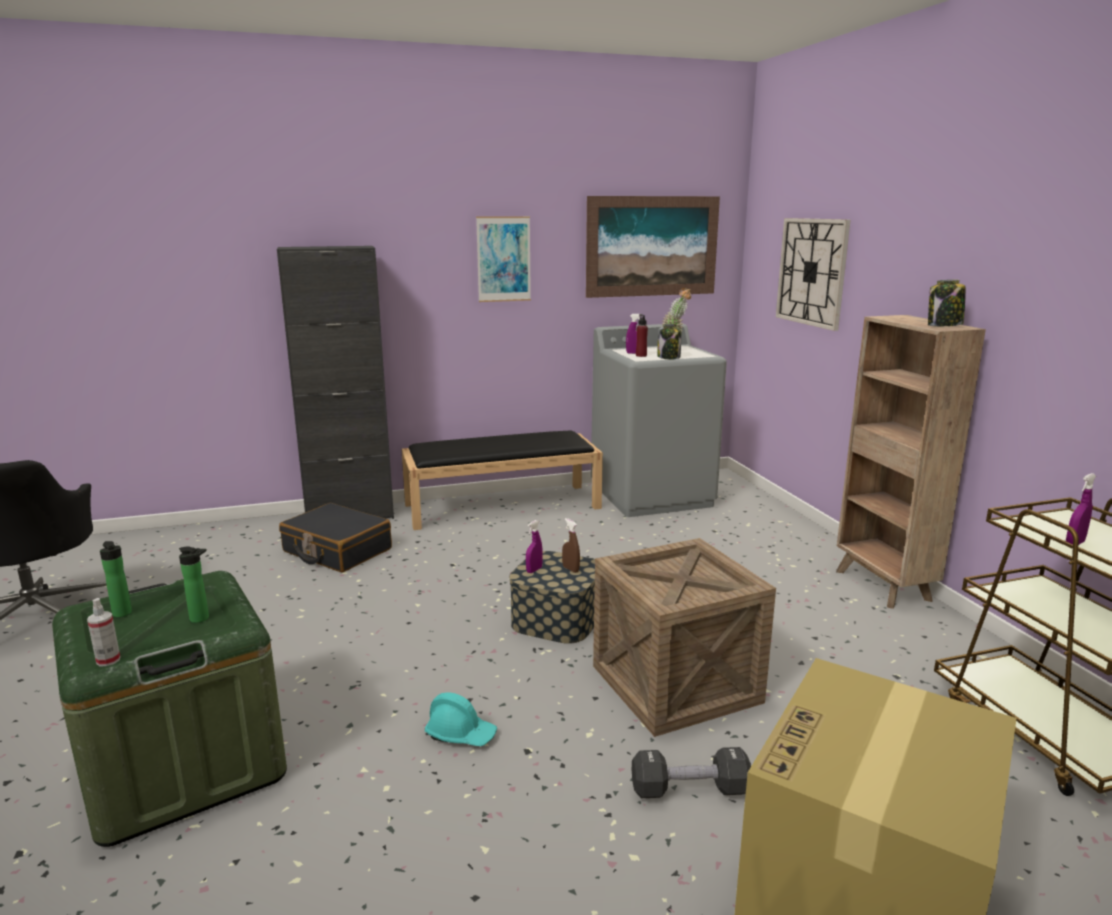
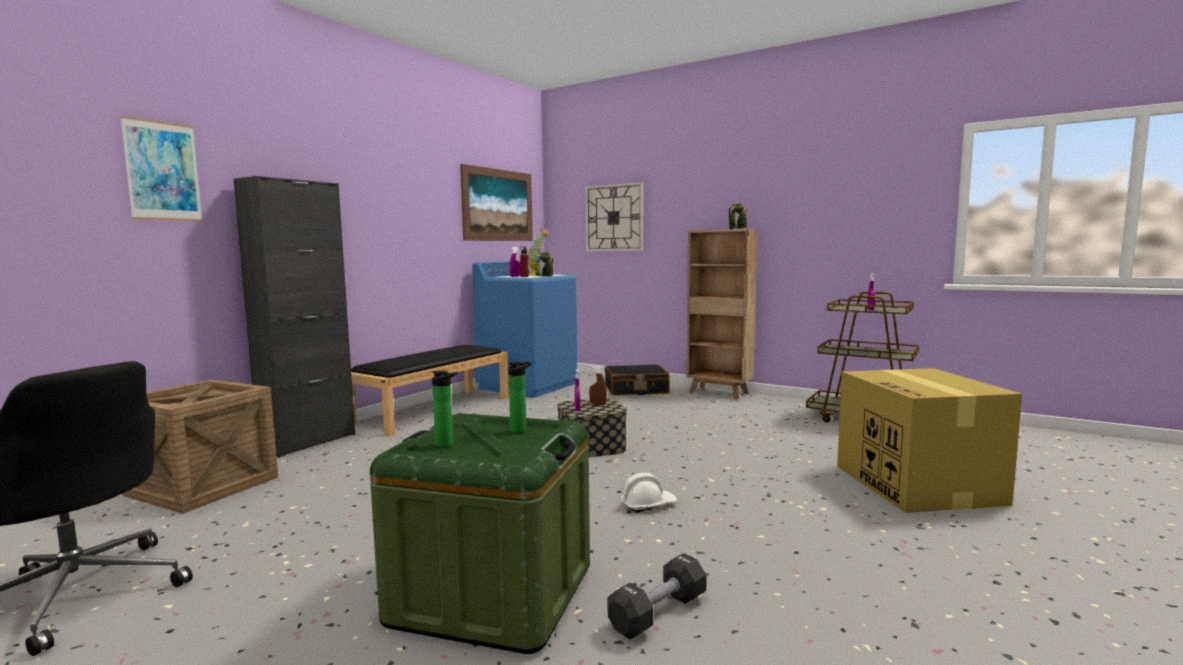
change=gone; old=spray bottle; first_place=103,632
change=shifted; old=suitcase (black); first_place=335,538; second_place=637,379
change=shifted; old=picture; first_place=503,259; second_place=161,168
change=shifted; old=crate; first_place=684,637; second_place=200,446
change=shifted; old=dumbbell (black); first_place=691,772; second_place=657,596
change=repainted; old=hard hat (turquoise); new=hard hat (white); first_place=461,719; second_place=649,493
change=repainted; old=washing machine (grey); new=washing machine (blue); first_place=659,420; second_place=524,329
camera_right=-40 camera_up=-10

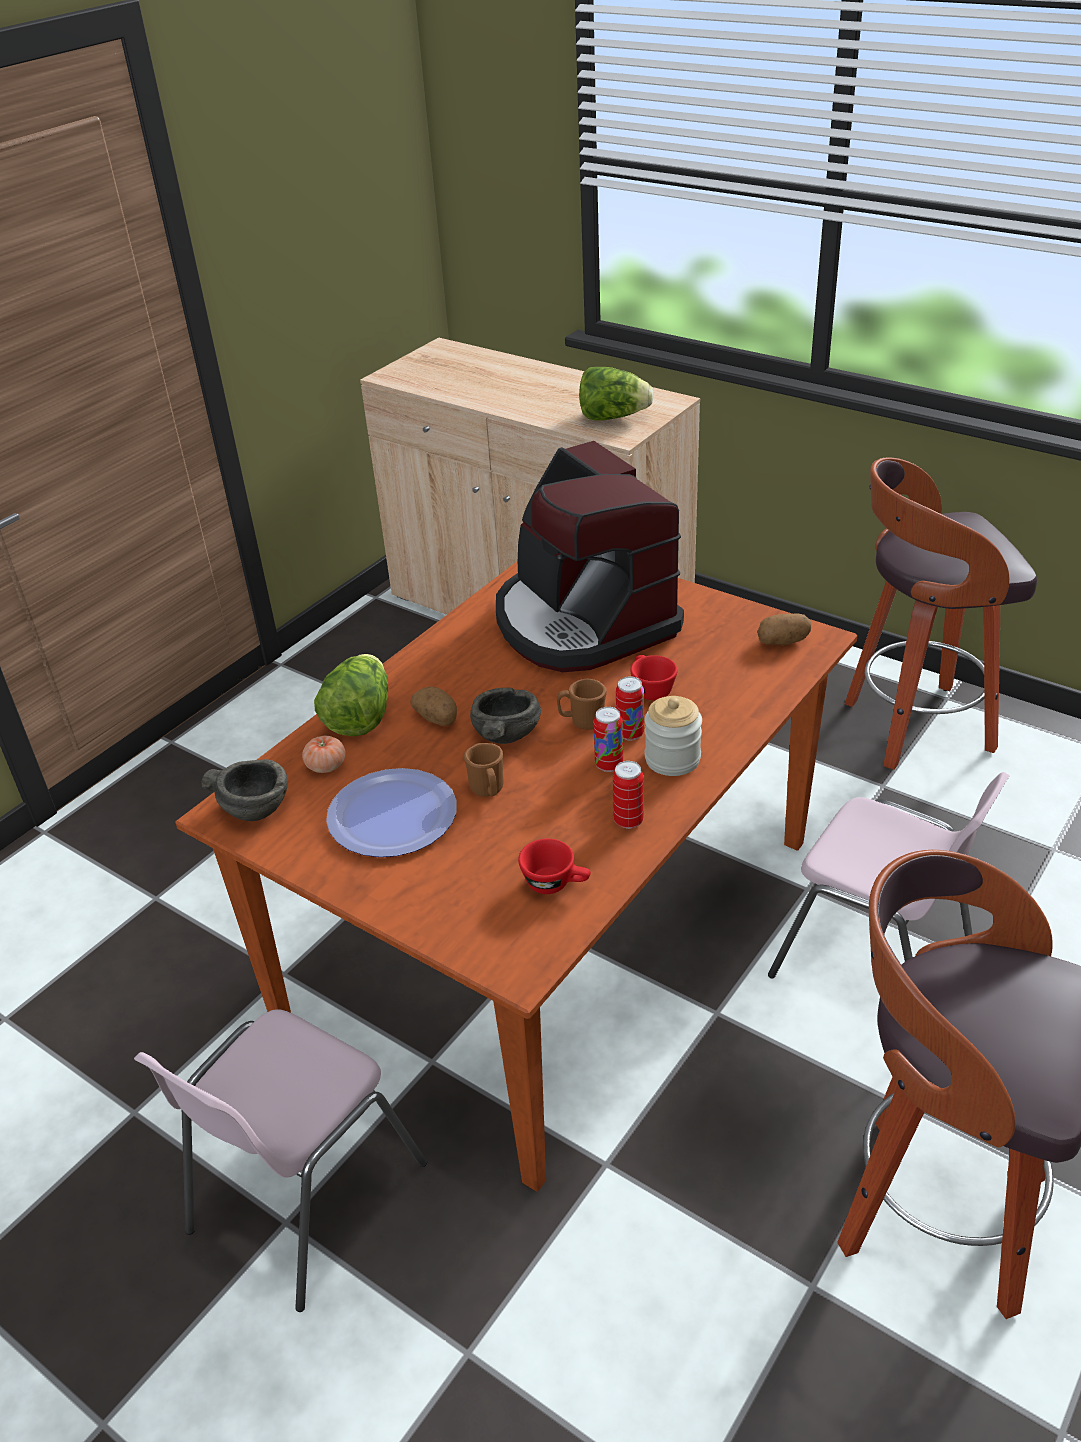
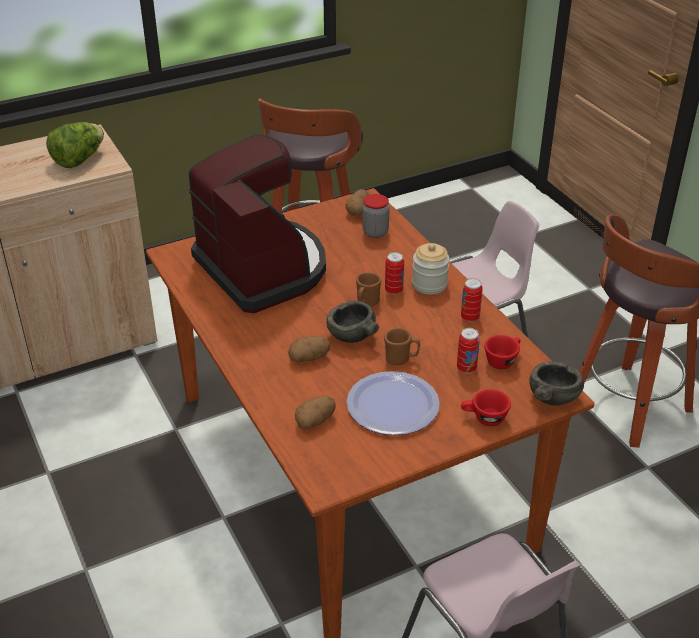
change=gone; old=lettuce; first_place=351,695
change=new; new=jar; second_place=376,216
change=shifted; old=bowl (grey); first_place=245,790; second_place=556,383
change=shifted; old=can; first_place=608,739; second_place=468,351
change=shifted; old=cup (red); first_place=654,677; second_place=486,407
change=swapped; old=tomato; new=potato; first_place=324,754; second_place=315,412
change=rotated; old=coffee machine; first_place=590,556; second_place=257,223; degrees=-120
camera_right=-65 camera_up=0

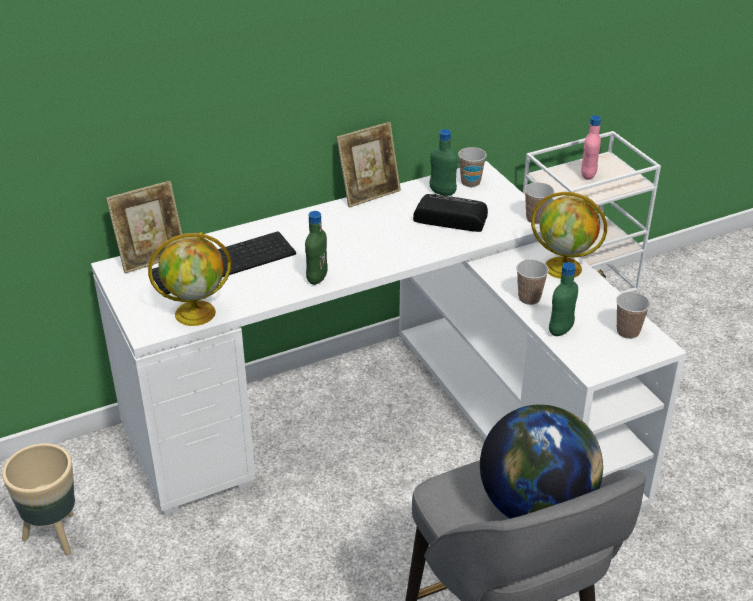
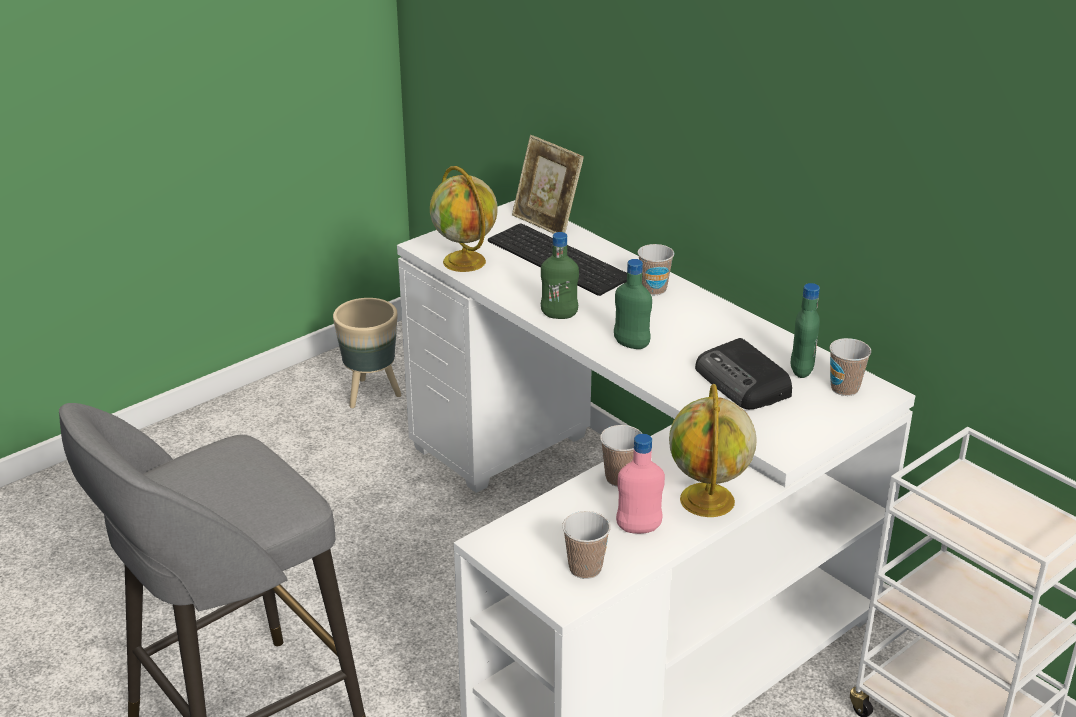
change=gone; old=picture frame; first_place=368,165
change=gone; old=globe; first_place=541,461
change=shifted; old=cup; first_place=539,203; second_place=656,269
change=shifted; old=bottle (green); first_place=563,299; second_place=633,304
change=shifted; old=bottle (pink); first_place=591,147; second_place=640,484
change=rotated; old=radio; first_place=450,213; second_place=743,373; degrees=150
camera_right=75 camera_up=-5

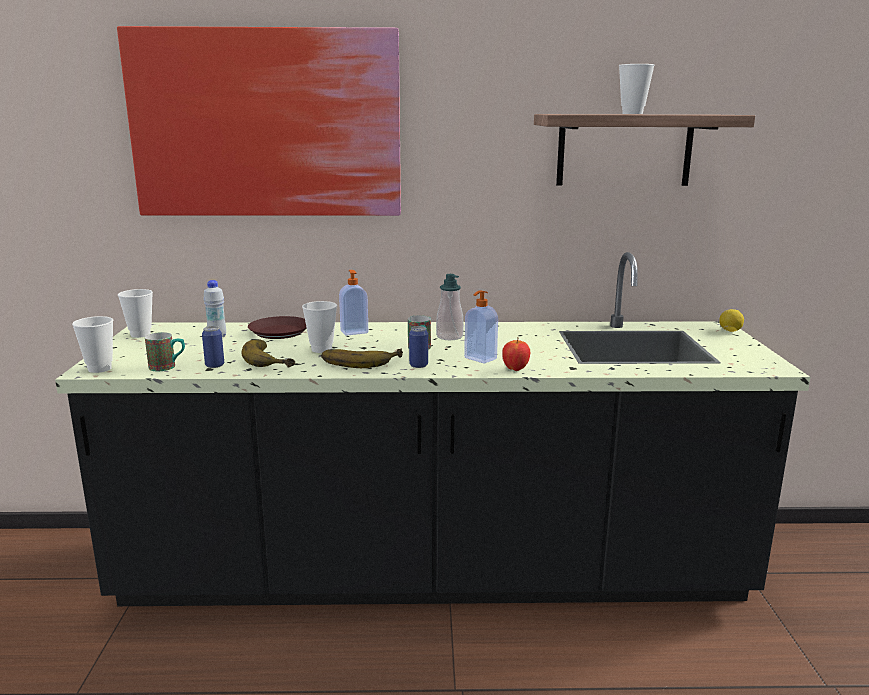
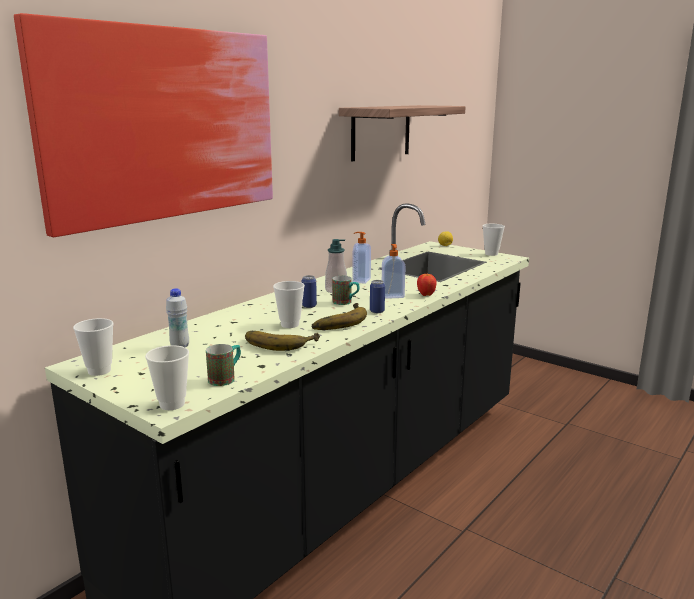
change=gone; old=plate (brown); first_place=277,327
change=shifted; old=can; first_place=213,347; second_place=309,291
change=shifted; old=soap dispenser; first_place=353,303; second_place=361,258
change=shifted; old=cup; first_place=637,89; second_place=493,240
camera_right=-50 camera_up=0

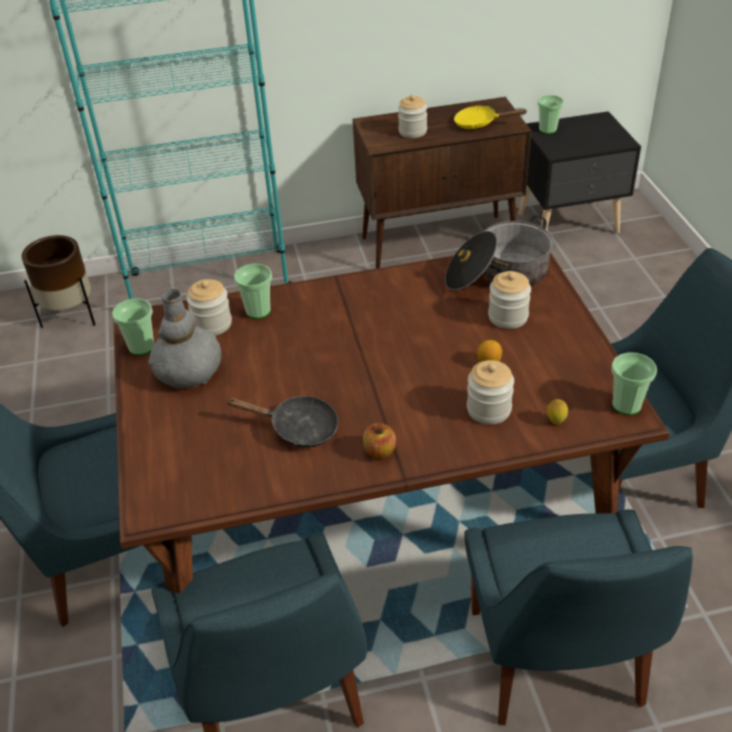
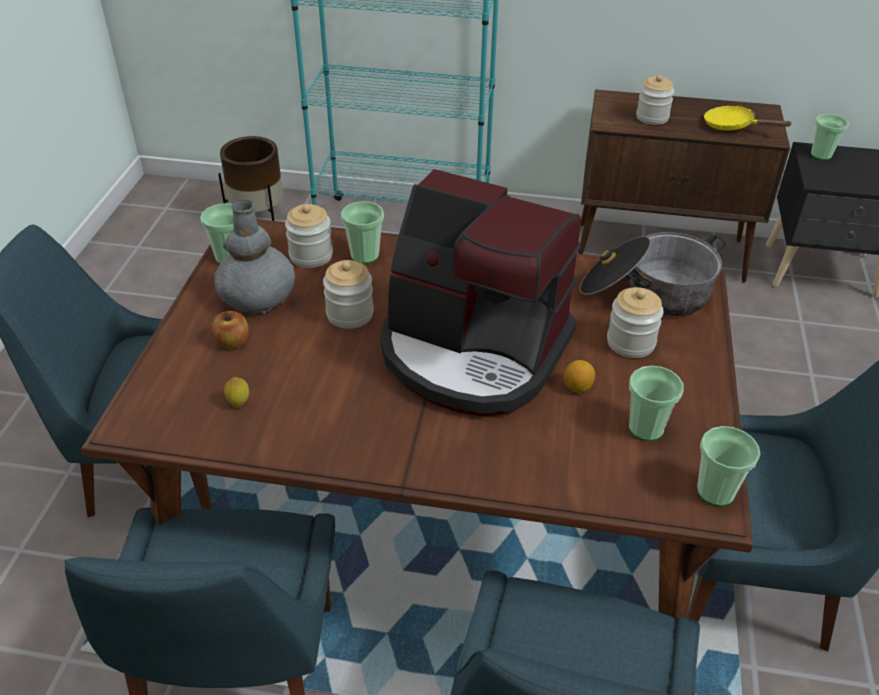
change=gone; old=frying pan (black); first_place=282,422
change=new; new=coffee machine; second_place=481,292
change=new; new=cup; second_place=656,403
change=shifted; old=apple; first_place=379,441; second_place=230,330
change=shifted; old=jar; first_place=490,392; second_place=348,294
change=shifted; old=lemon; first_place=557,412; second_place=236,392
camera_right=20 camera_up=0

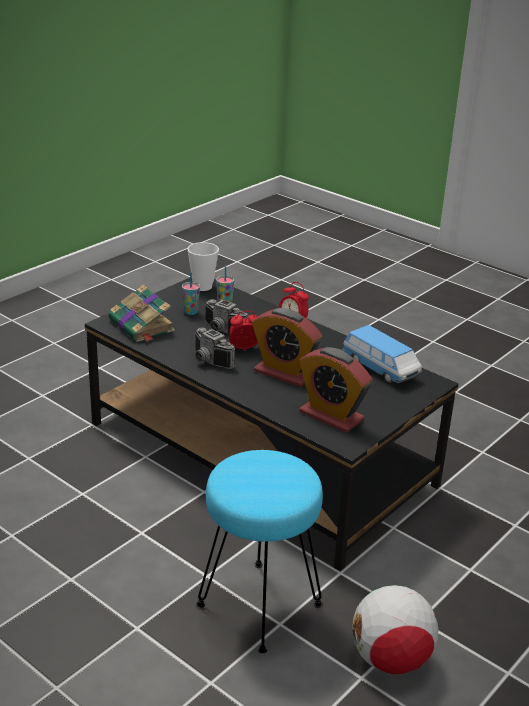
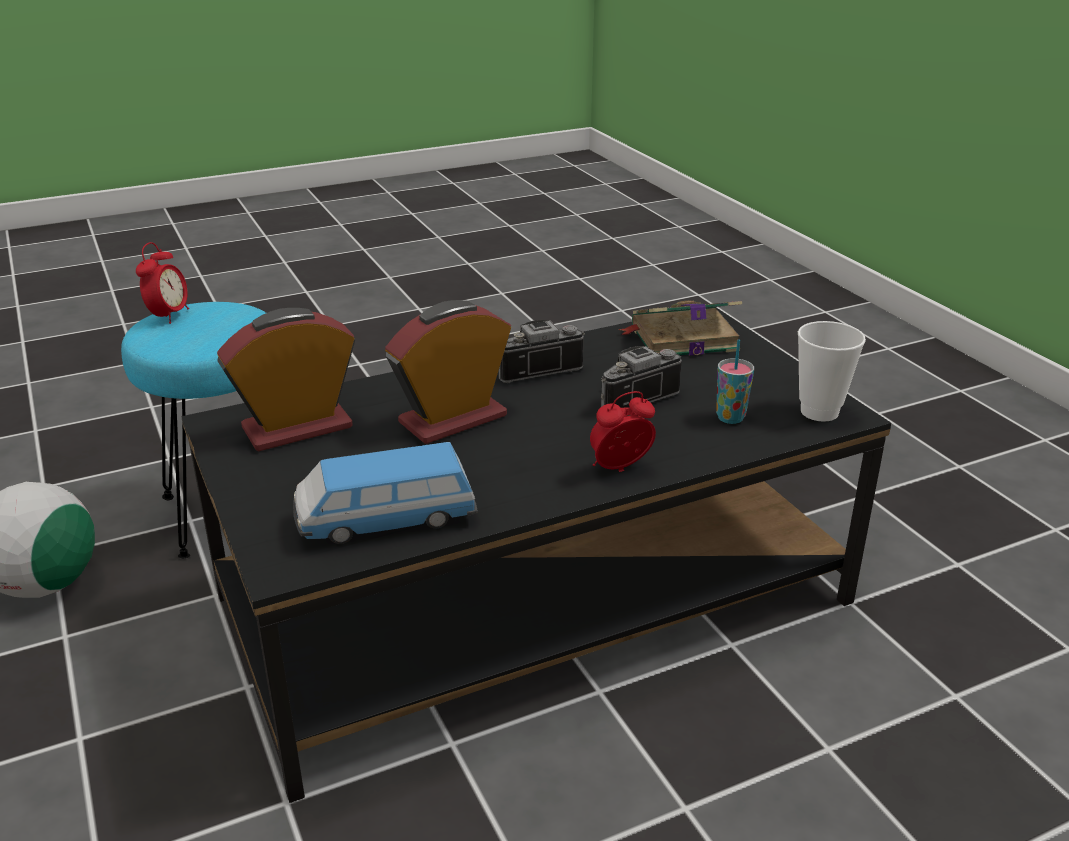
change=gone; old=cup; first_place=191,293
change=shifted; old=alarm clock; first_place=243,331; second_place=162,283
camera_right=115 camera_up=0

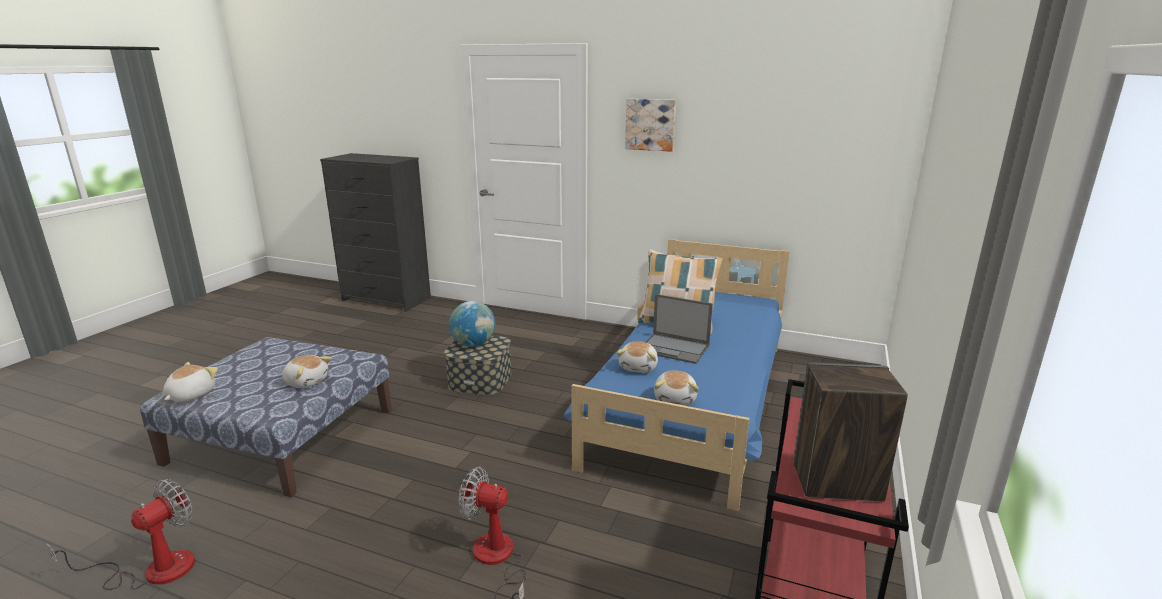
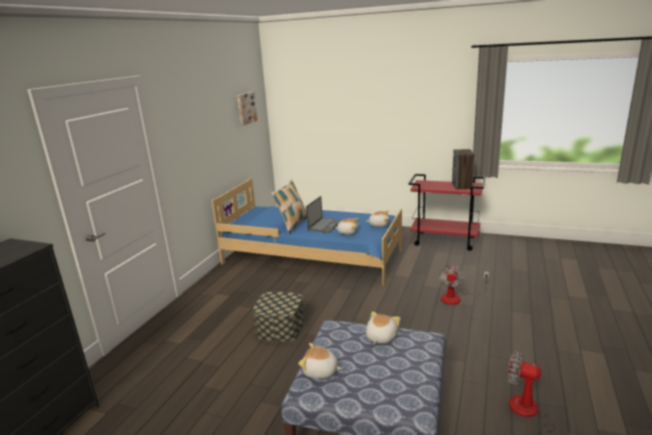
change=gone; old=globe; first_place=472,324
change=shifted; old=plush toy; first_place=190,382; second_place=320,361
change=shifted; old=picture; first_place=650,125; second_place=247,108
camera_right=-90 camera_up=0

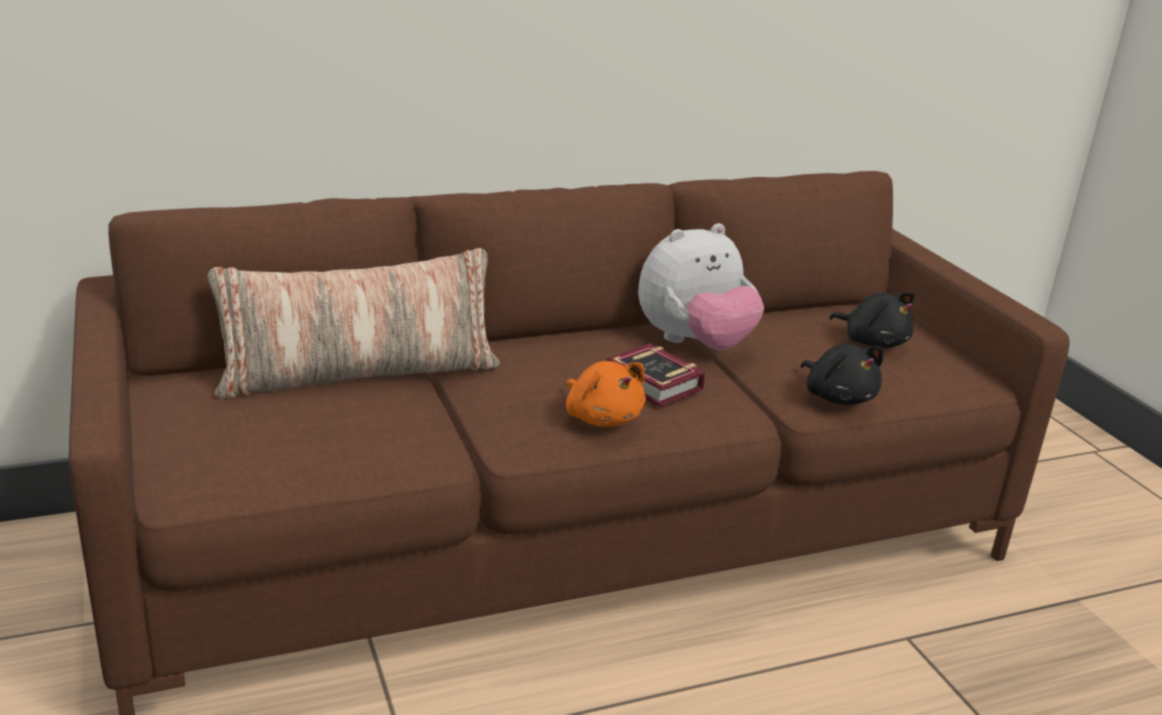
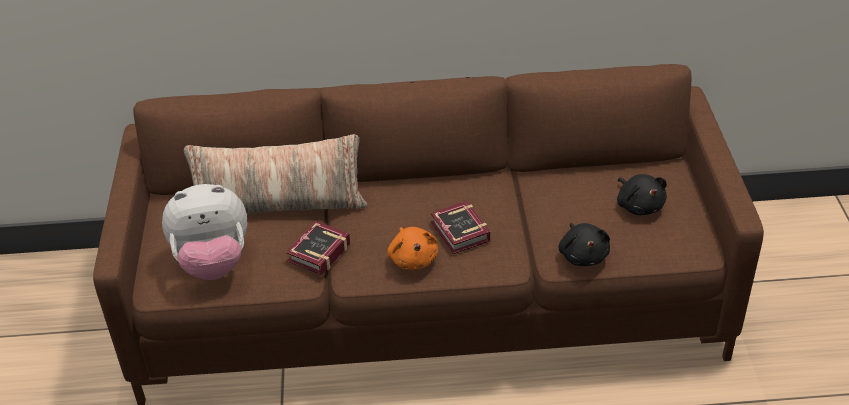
change=new; new=book; second_place=318,248
change=shifted; old=plush toy; first_place=701,286; second_place=204,232
camera_right=20 camera_up=15

